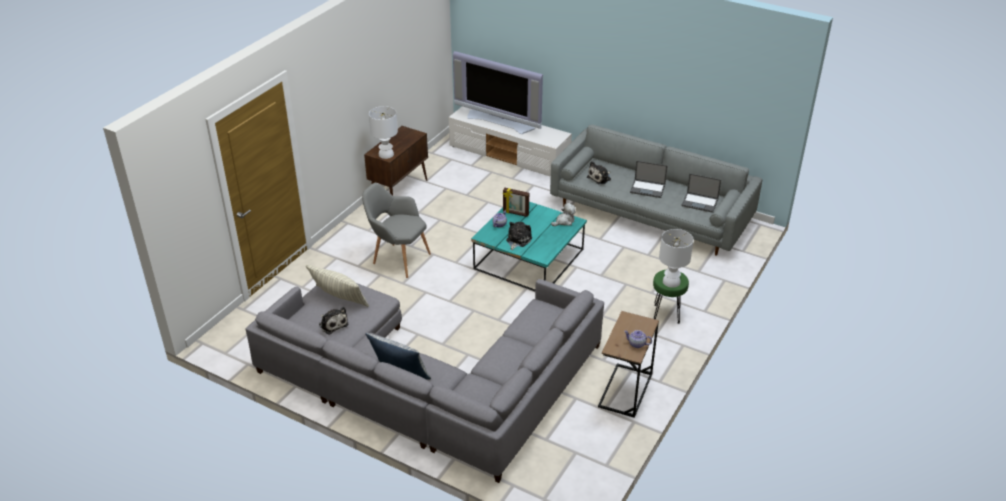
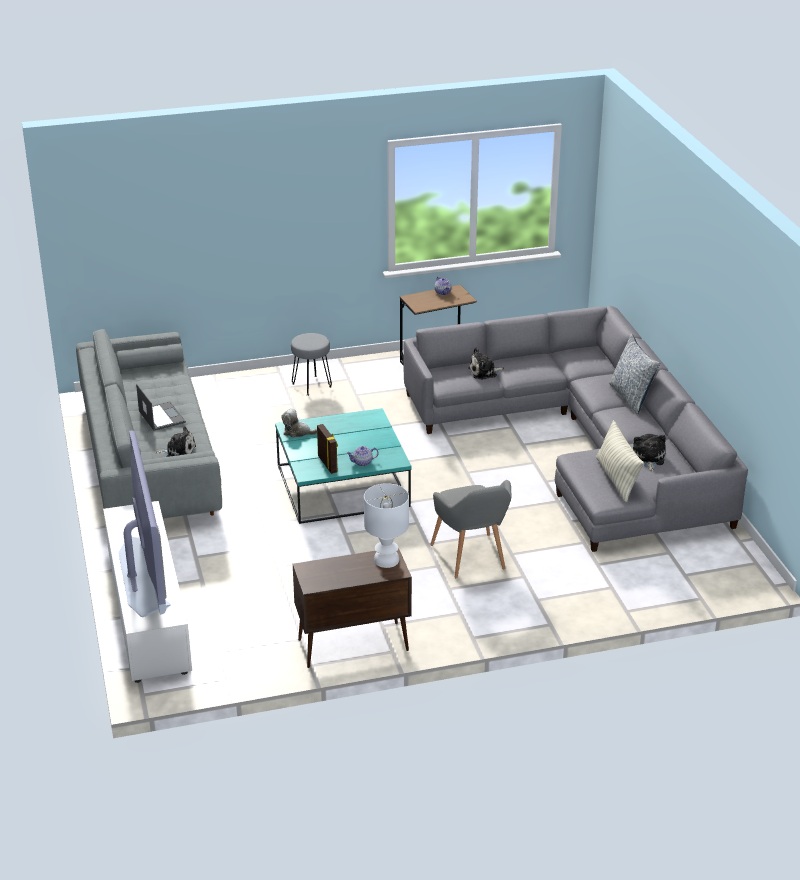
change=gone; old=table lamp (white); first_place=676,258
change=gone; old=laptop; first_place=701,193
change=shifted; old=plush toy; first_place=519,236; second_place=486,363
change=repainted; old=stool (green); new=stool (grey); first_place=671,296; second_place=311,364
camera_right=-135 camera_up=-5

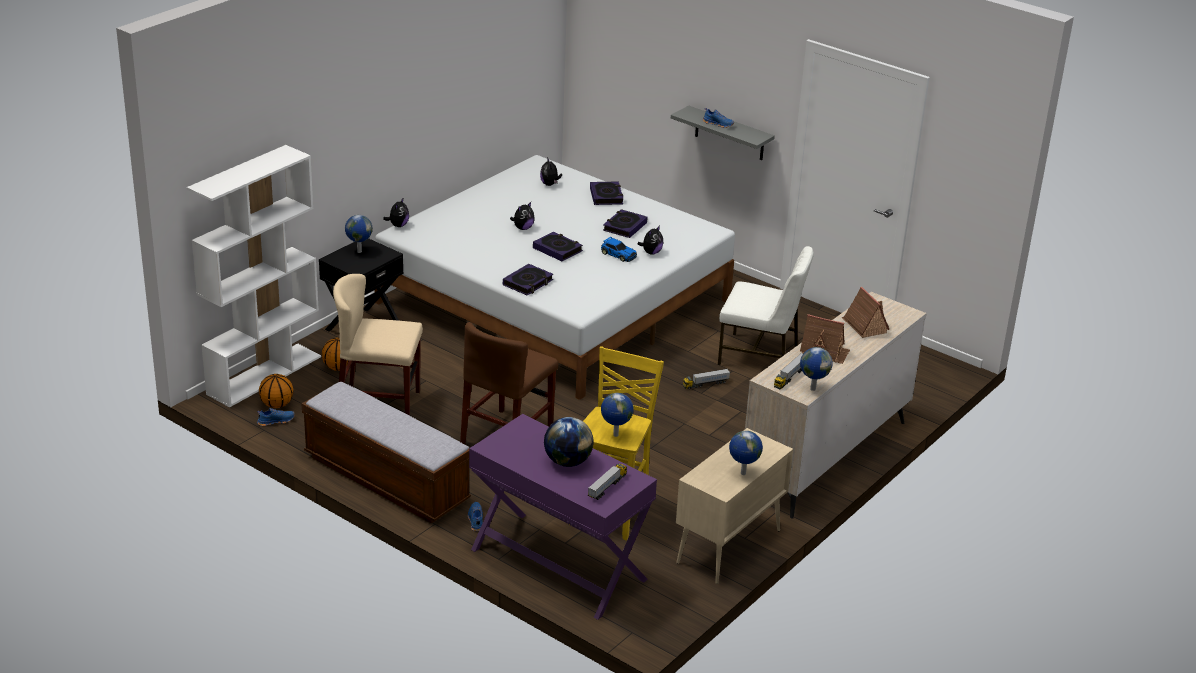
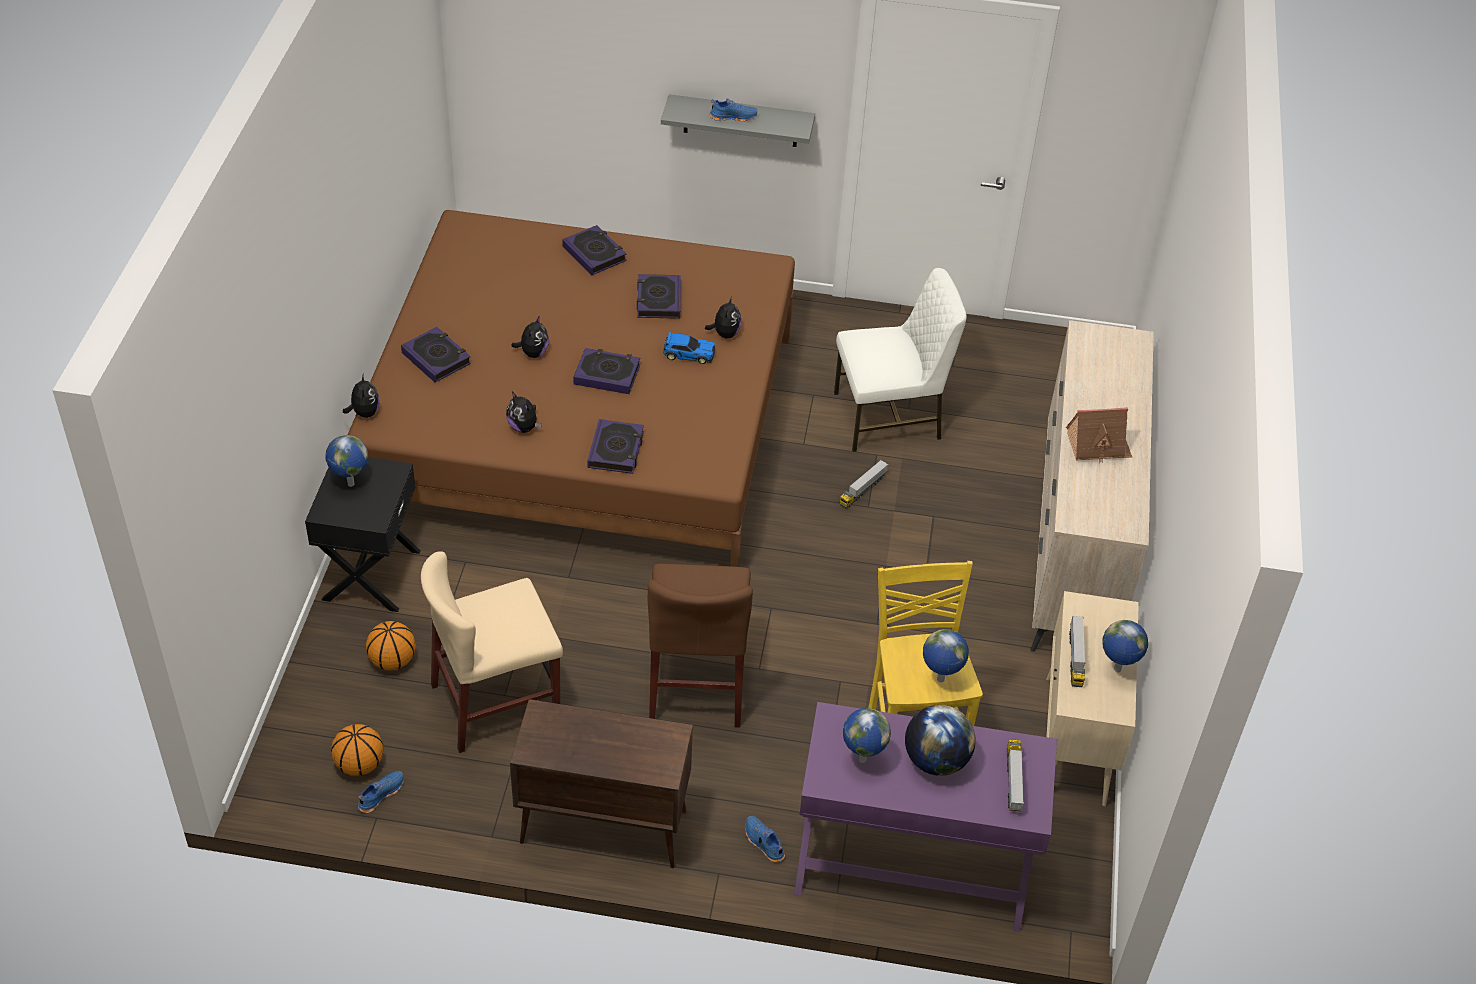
change=gone; old=bookcase (white); first_place=254,276
change=gone; old=toy house; first_place=866,312
change=new; new=book; second_place=436,355
change=shifted; old=plush toy; first_place=551,171; second_place=524,412
change=shifted; old=toy truck; first_place=788,371; second_place=1077,651
change=shifted; old=globe; first_place=816,369; second_place=867,735
change=swapped; old=bench; new=cabinet (brown); first_place=386,452; second_place=601,783
change=repainted; old=bed (white); new=bed (brown); first_place=554,277; second_place=571,388
camera_right=-30 camera_up=15

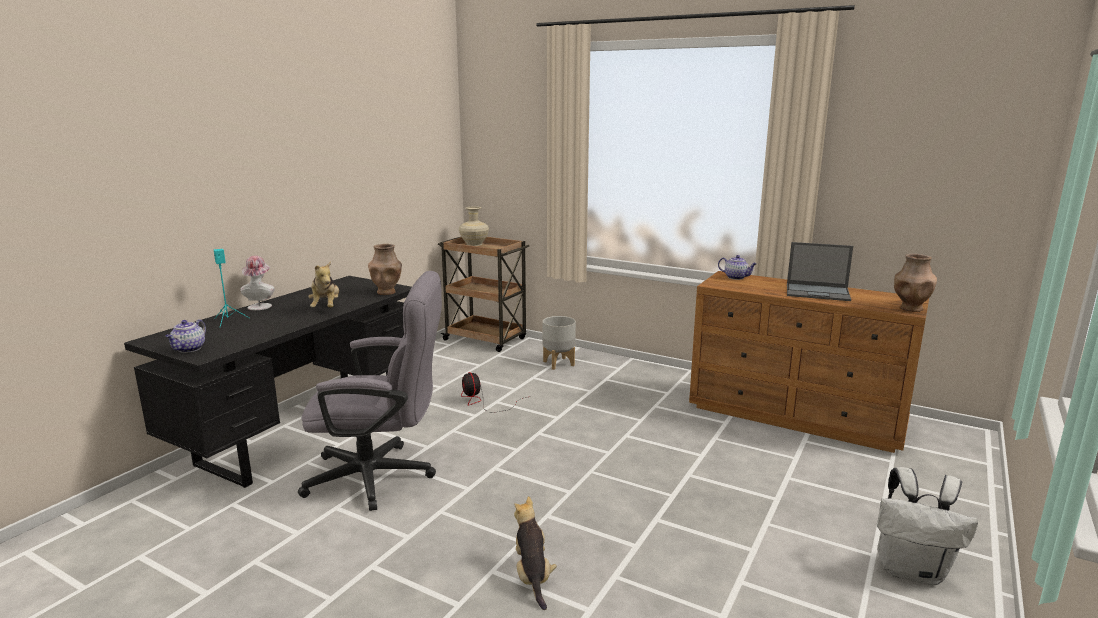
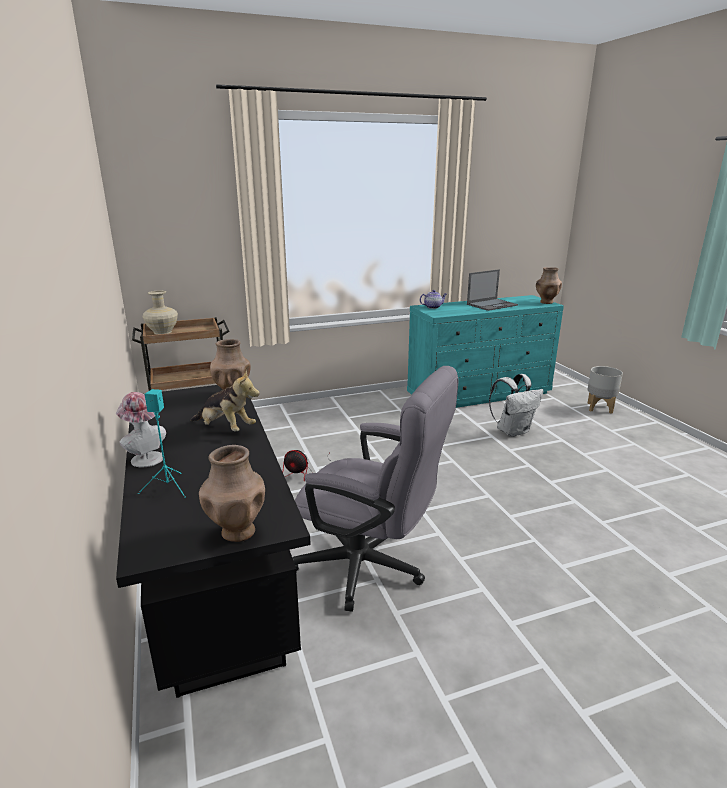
change=gone; old=plush toy; first_place=535,553
change=shifted; old=planter (grey); first_place=559,343; second_place=605,390
change=shifted; old=backpack (white); first_place=927,526; second_place=516,405
change=swapped; old=teapot; new=vase (brown); first_place=186,336; second_place=232,493
change=repainted; old=dresser (brown); new=dresser (turquoise); first_place=809,362; second_place=485,351
change=rotated; old=office chair (grey); first_place=370,391; second_place=376,489; degrees=75
camera_right=-50 camera_up=5

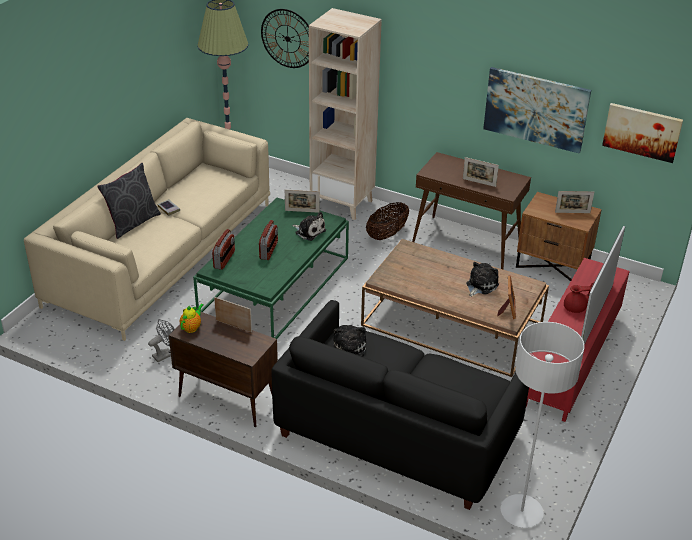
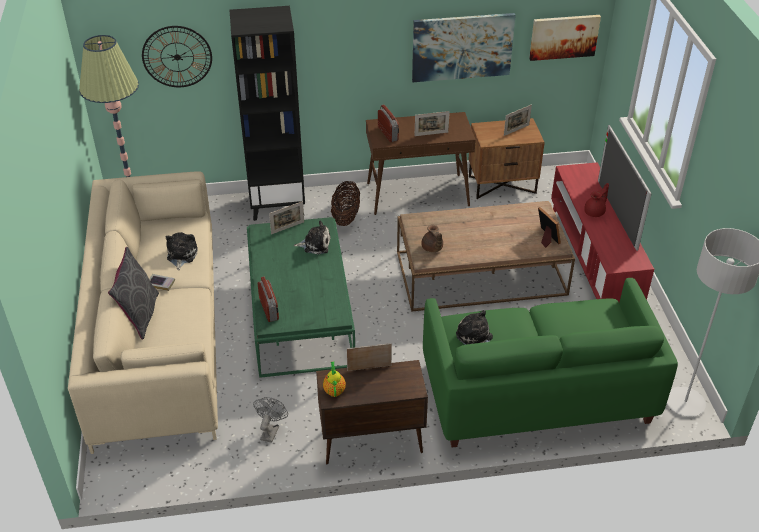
change=new; new=teapot (brown); second_place=432,238
change=shifted; old=radio; first_place=268,240; second_place=388,123
change=shifted; old=plush toy; first_place=482,279; second_place=182,251
change=repainted; old=sofa (black); new=sofa (green); first_place=400,405; second_place=550,362
change=repainted; old=bookcase (beige); new=bookcase (black); first_place=345,114; second_place=267,113
camera_right=-35 camera_up=5

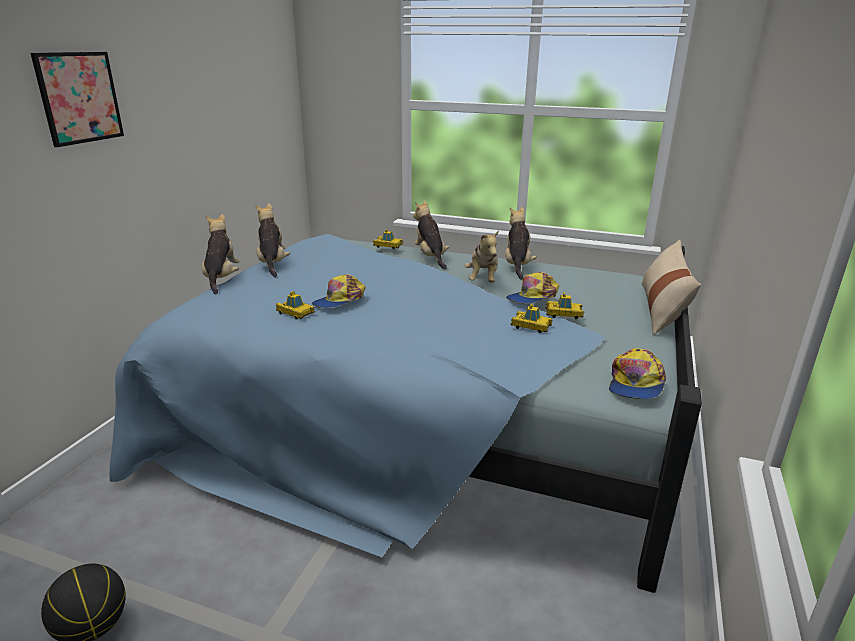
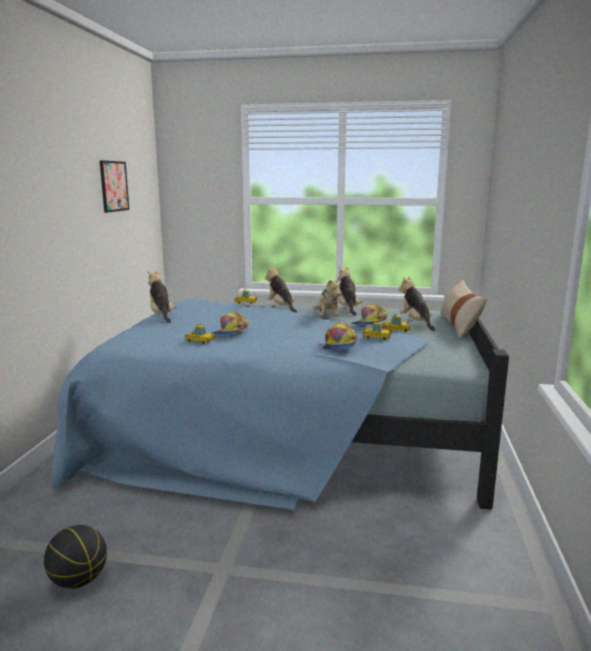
change=shifted; old=picture; first_place=77,99; second_place=114,186
change=shifted; old=plush toy; first_place=221,254; second_place=417,303
change=shifted; old=cap; first_place=637,373; second_place=340,336
camera_right=-10 camera_up=-10

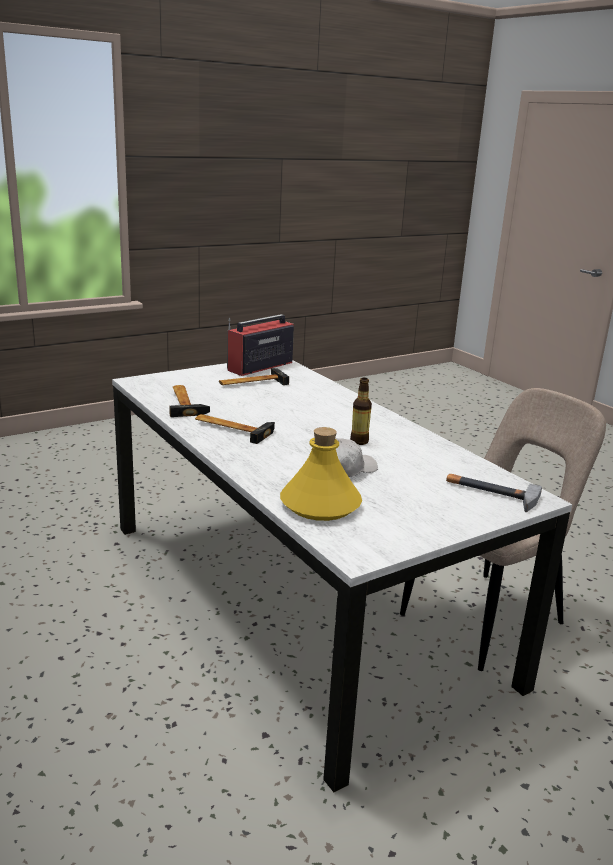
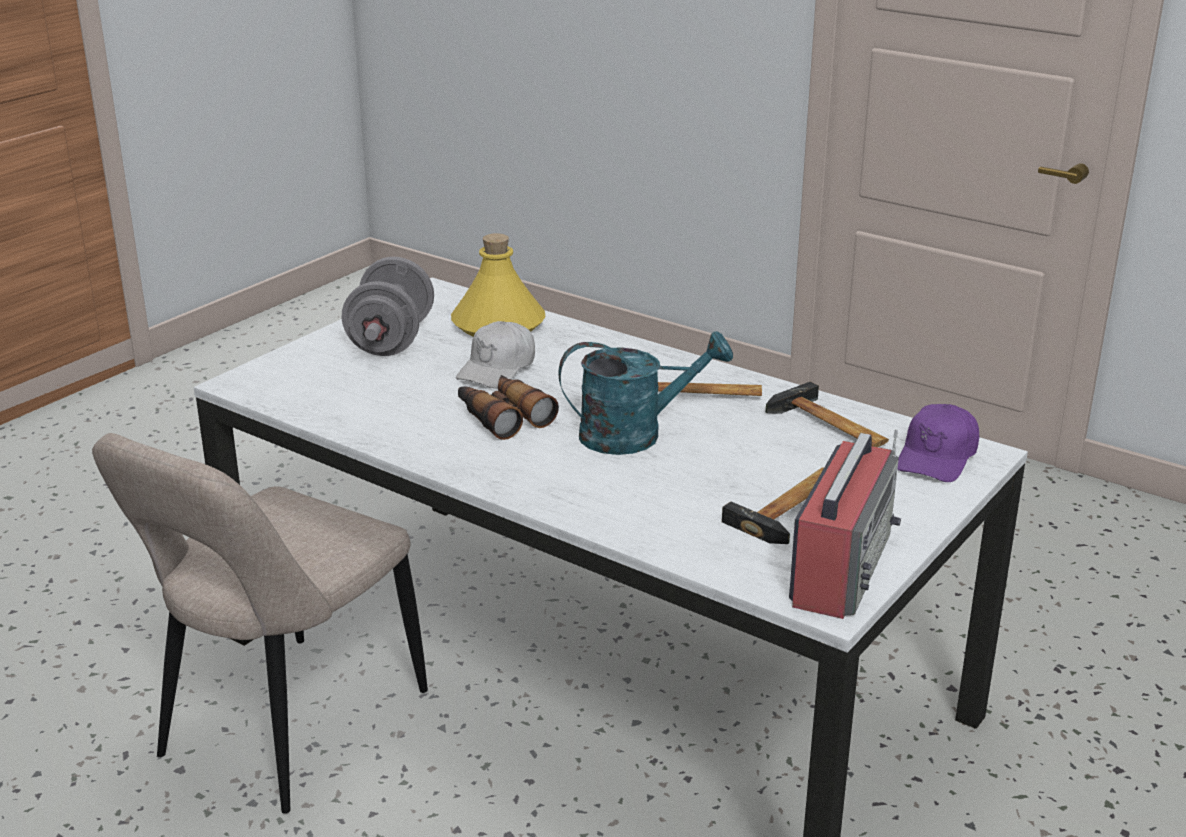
change=gone; old=hammer; first_place=494,493
change=new; new=dumbbell (grey); second_place=388,306
change=new; new=watering can (turquoise); second_place=645,393
change=new; new=cap (purple); second_place=938,443
change=swapped; old=bottle; new=binoculars; first_place=361,411; second_place=508,407
camera_right=160 camera_up=5

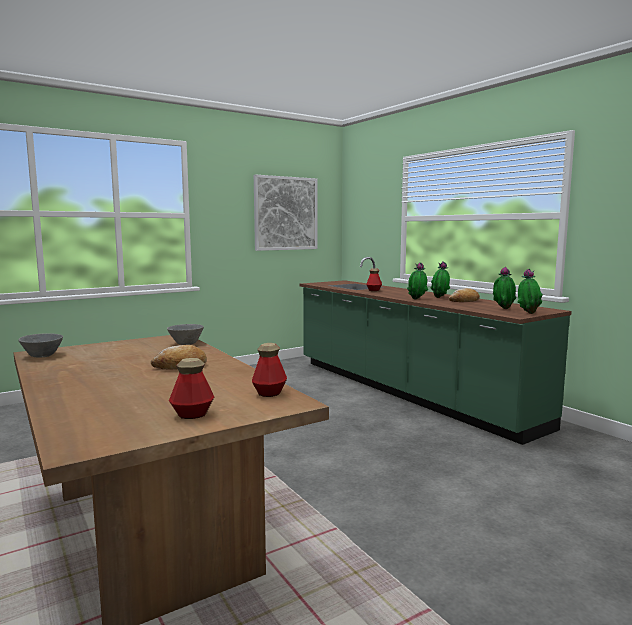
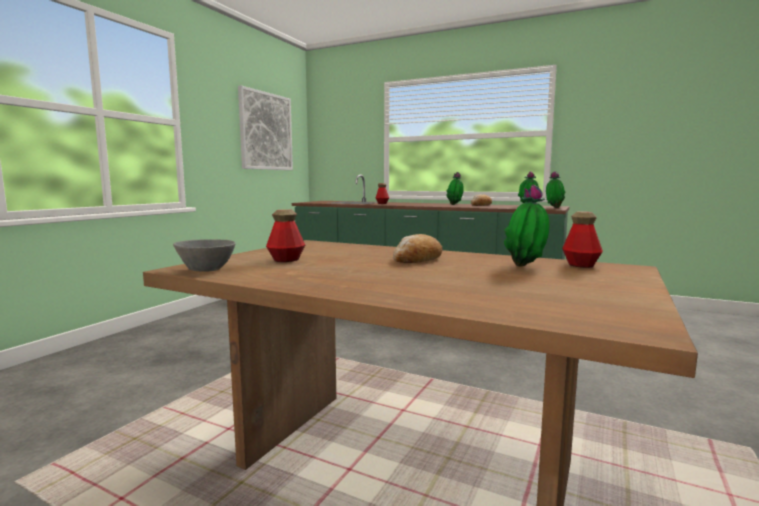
change=gone; old=bowl (grey); first_place=185,334
change=shifted; old=bottle; first_place=191,388; second_place=285,235
change=shifted; old=potted plant; first_place=417,281; second_place=526,225
camera_right=-30 camera_up=0

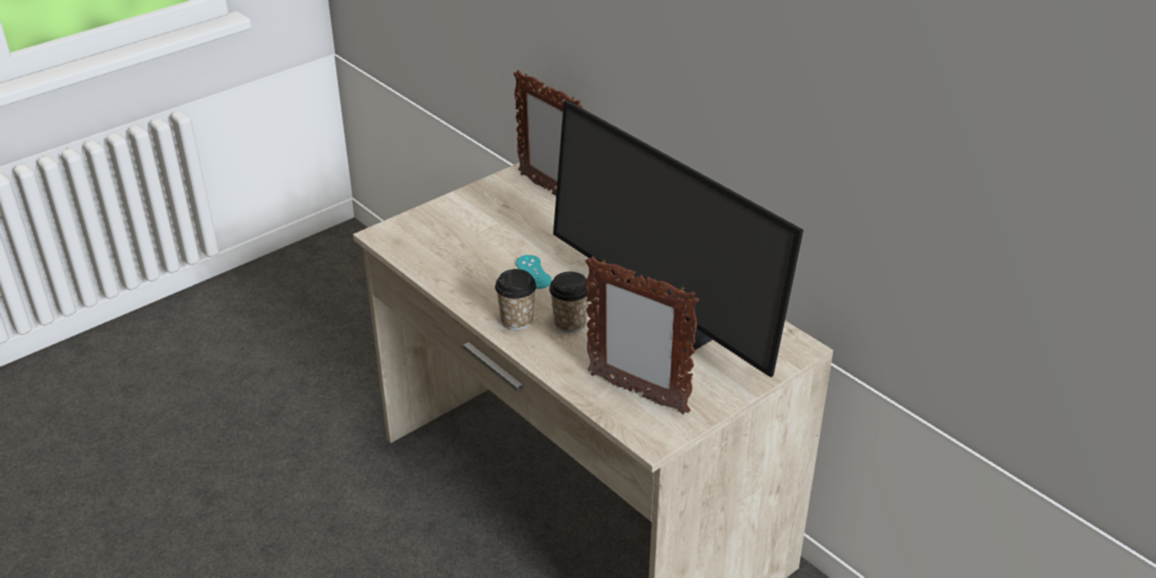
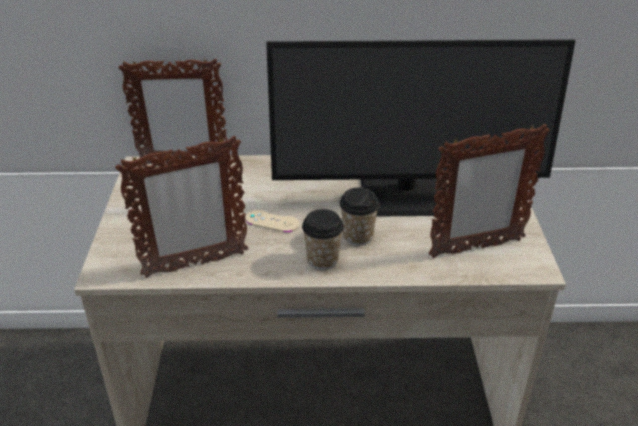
change=new; new=picture frame; second_place=182,207
change=repainted; old=game controller (turquoise); new=game controller (beige); first_place=534,272; second_place=272,221
camera_right=-50 camera_up=0

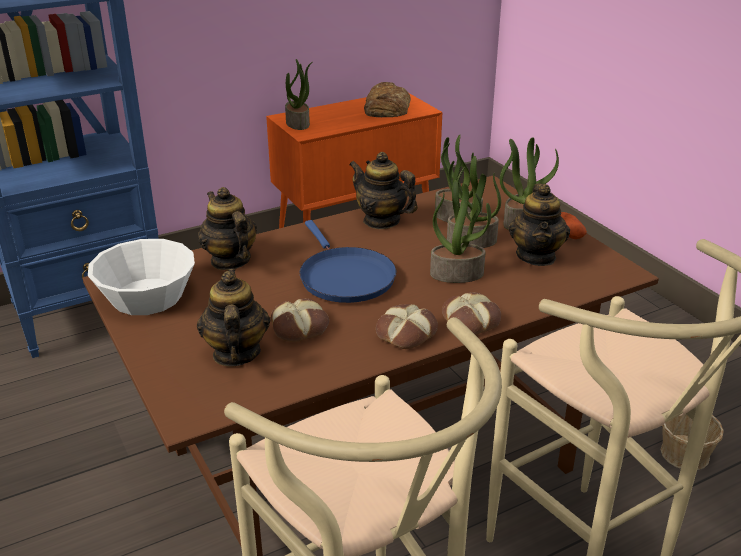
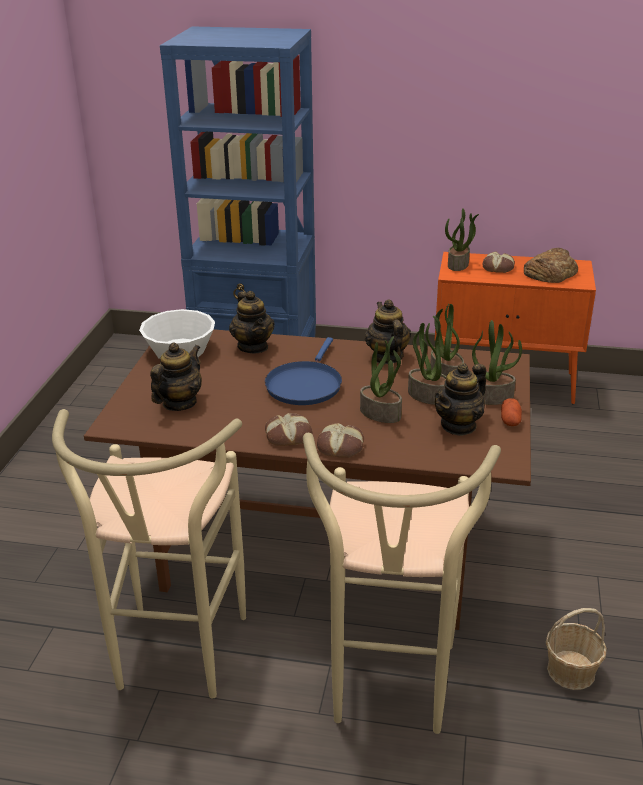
change=shifted; old=bread; first_place=300,320; second_place=499,262
change=rotated; old=teapot; first_place=227,228; second_place=252,322; degrees=150
camera_right=40 camera_up=0

